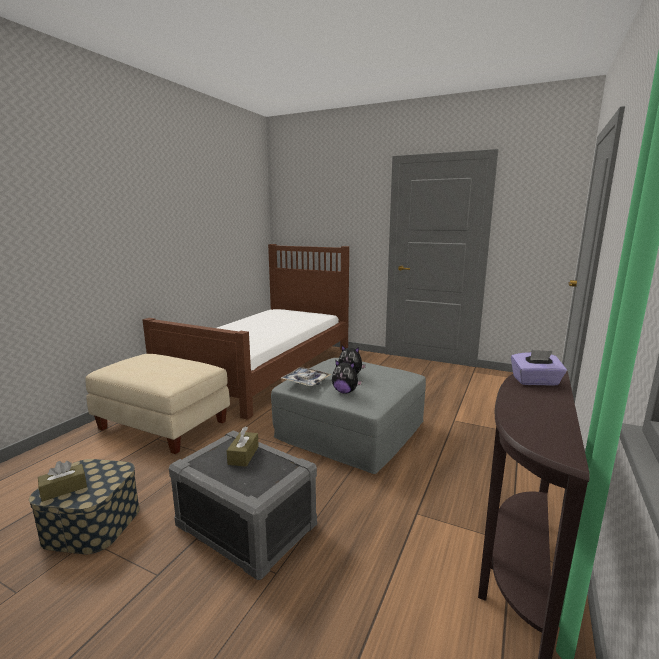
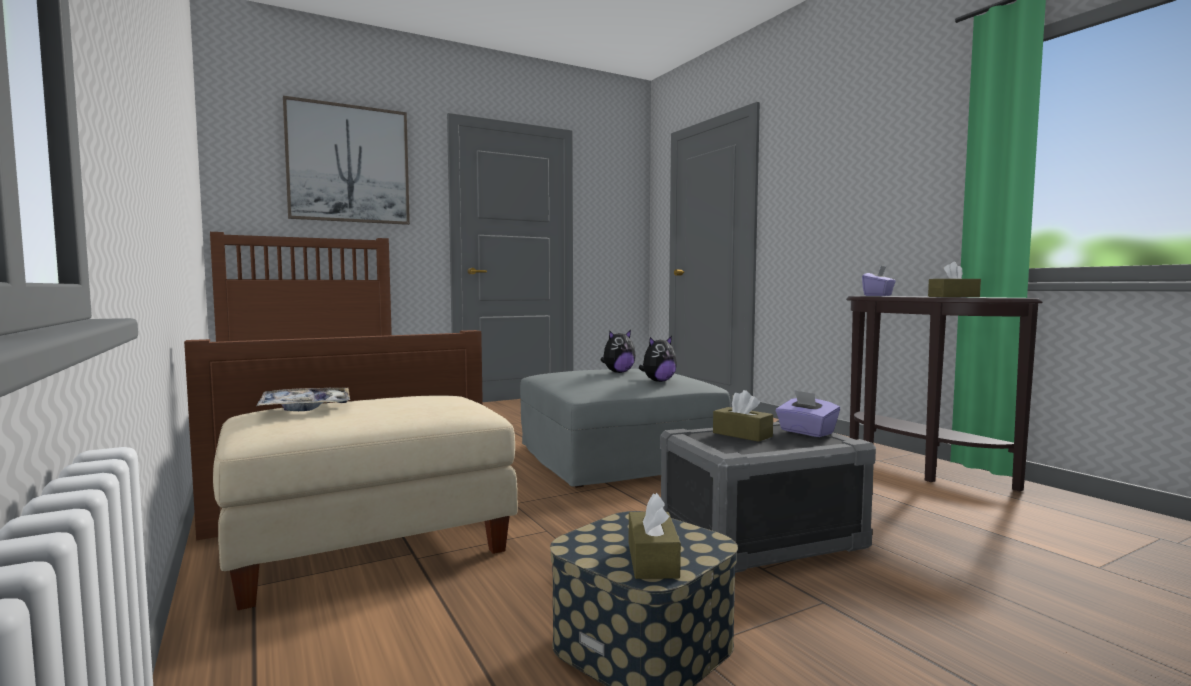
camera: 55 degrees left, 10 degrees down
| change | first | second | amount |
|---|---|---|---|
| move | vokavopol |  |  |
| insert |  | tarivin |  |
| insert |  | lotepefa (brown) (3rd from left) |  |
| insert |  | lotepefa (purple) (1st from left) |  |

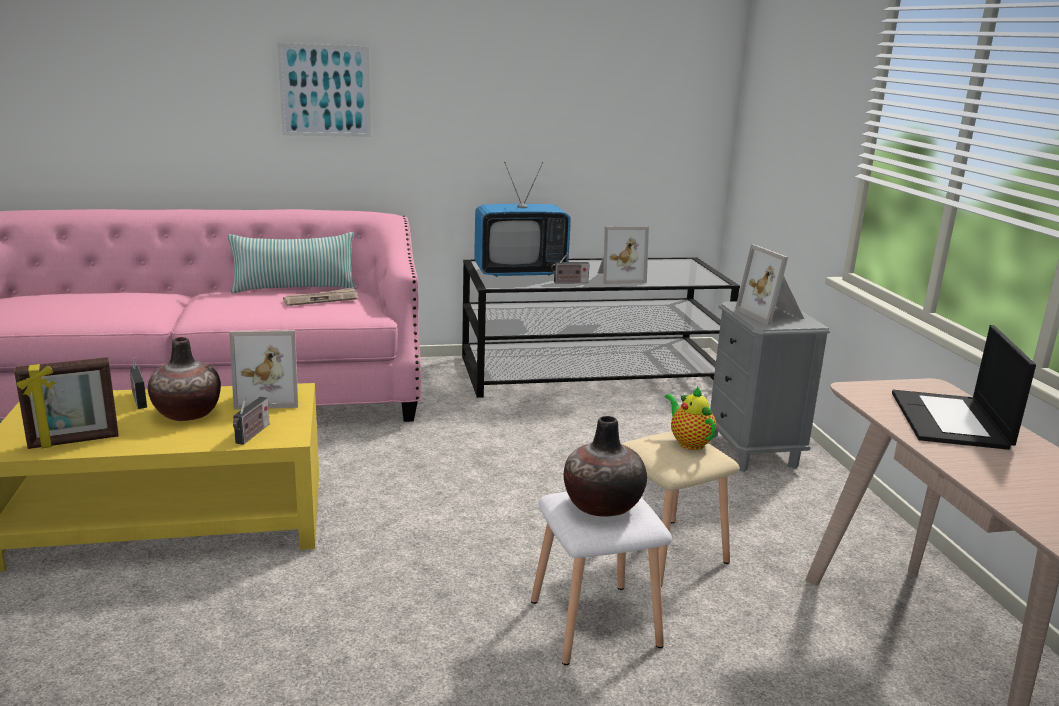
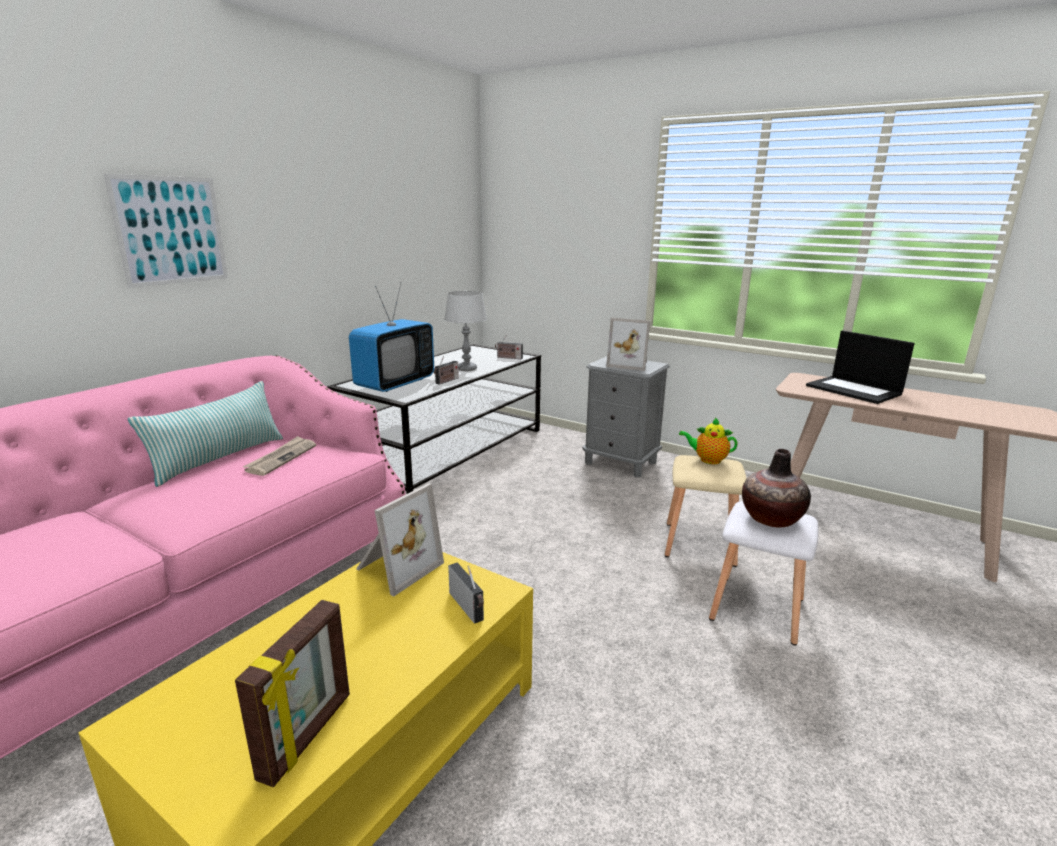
camera: 45 degrees left, 0 degrees up
| change | first | second | amount |
|---|---|---|---|
| replace | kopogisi (3rd from left) | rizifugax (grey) |  |
| delete | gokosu (1st from left) |  |  |
| move | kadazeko (1st from left in the first image) | kadazeko (3rd from left) |  |

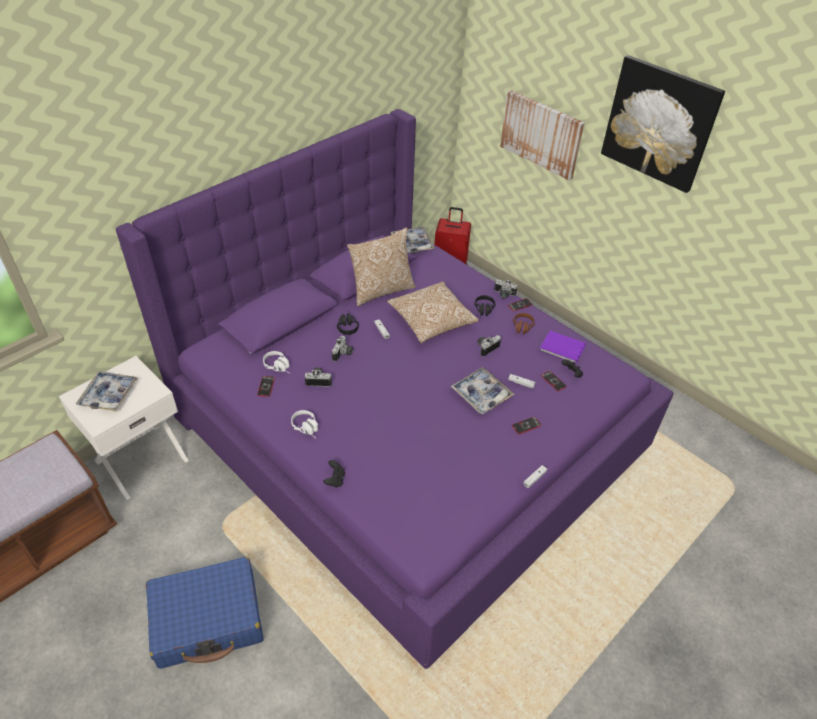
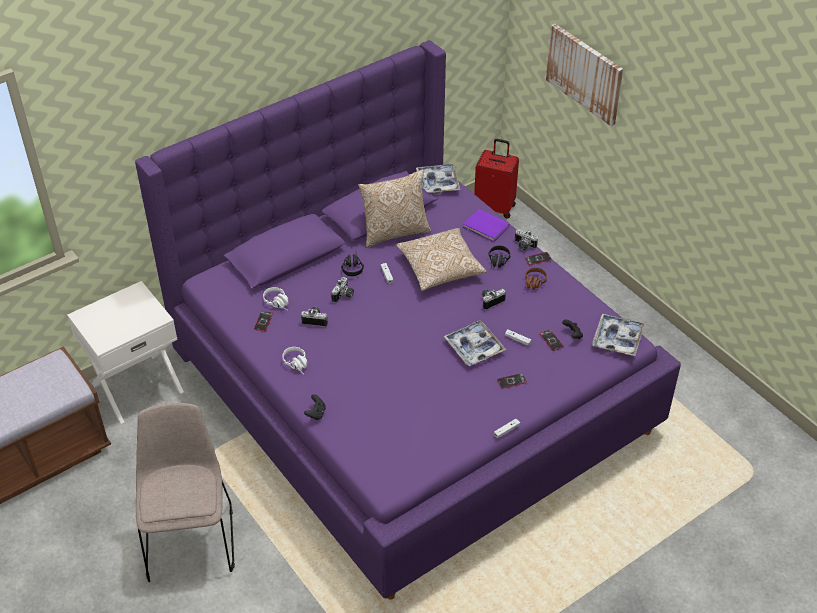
camera: 10 degrees right, 0 degrees up
| change | first | second | amount |
|---|---|---|---|
| delete | tarivin (2nd from left) |  |  |
| move | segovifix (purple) |  |  |
| move | vokavopol (1st from left in the first image) | vokavopol (3rd from left) |  |
| replace | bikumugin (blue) | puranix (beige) |  |

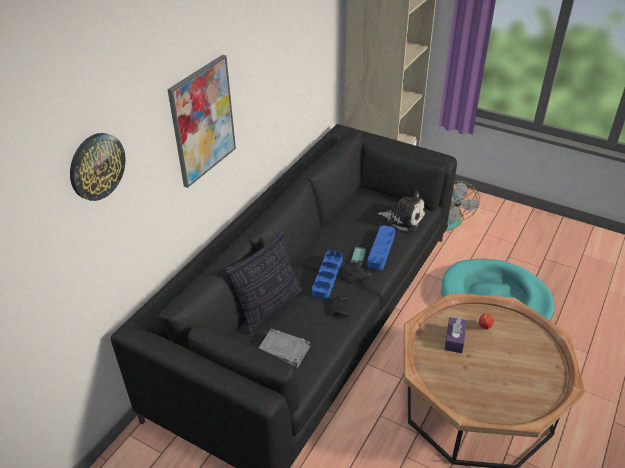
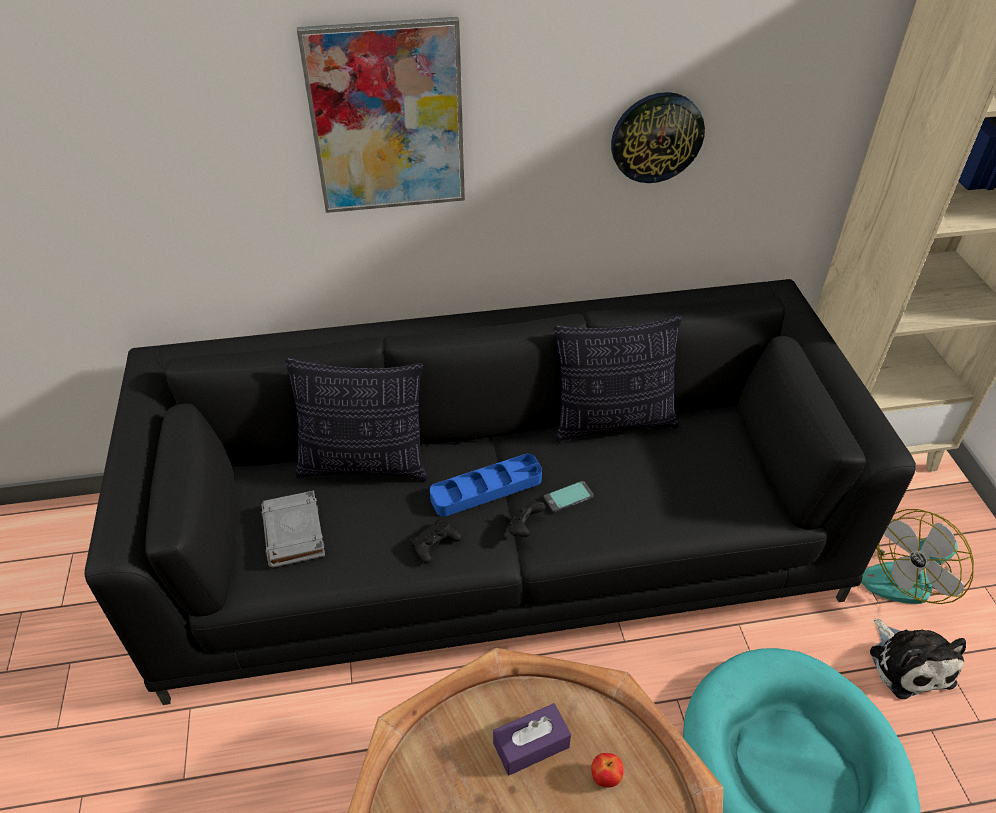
camera: 50 degrees right, 5 degrees up
| change | first | second | amount |
|---|---|---|---|
| move | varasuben |  |  |
| move | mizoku |  |  |
| delete | vokavopol (blue) (2nd from left) |  |  |
| insert |  | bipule (2nd from left) |  |

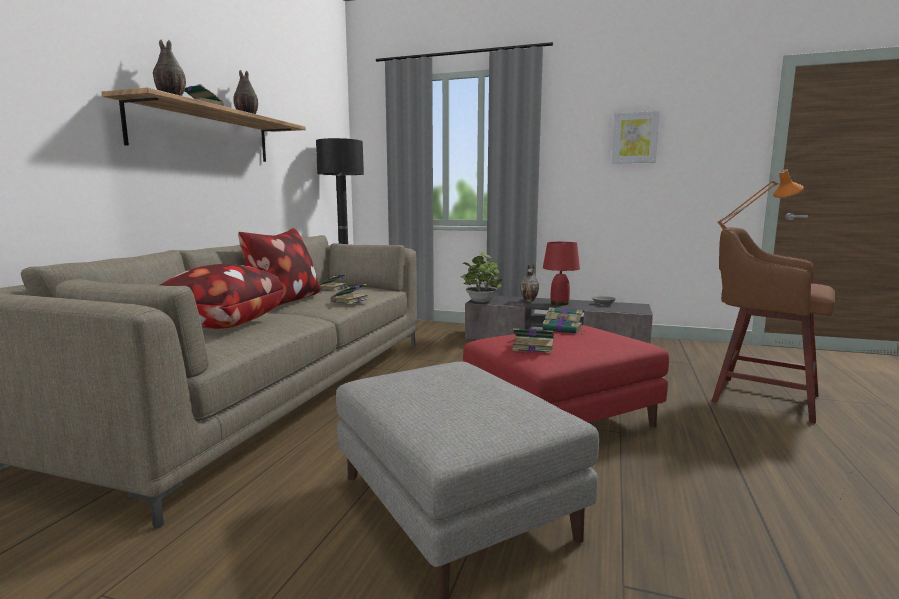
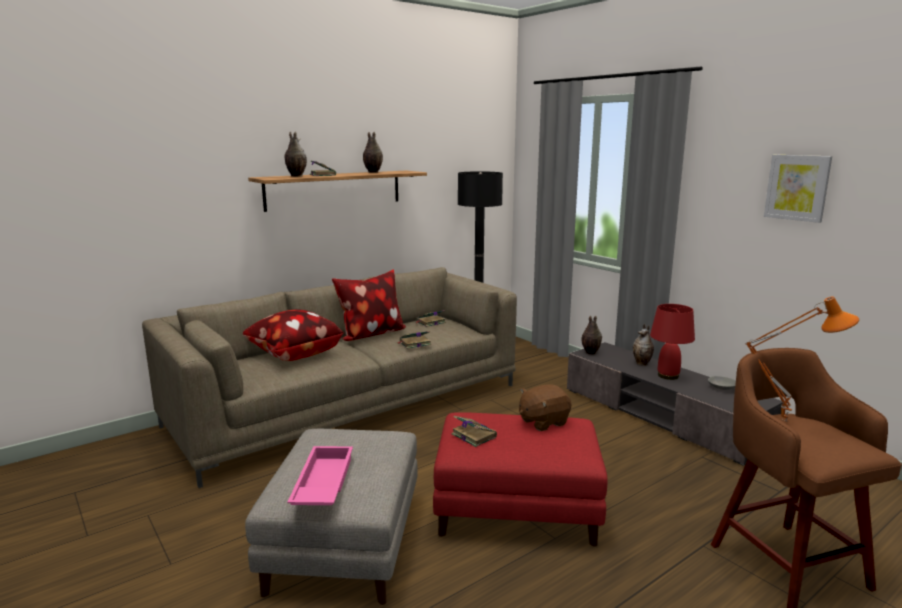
camera: 35 degrees right, 5 degrees up
| change | first | second | amount |
|---|---|---|---|
| replace | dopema | gokosu (3rd from left) |  |
| replace | segovifix (5th from left) | mizoku (brown) |  |
| insert |  | vokavopol (pink) |  |

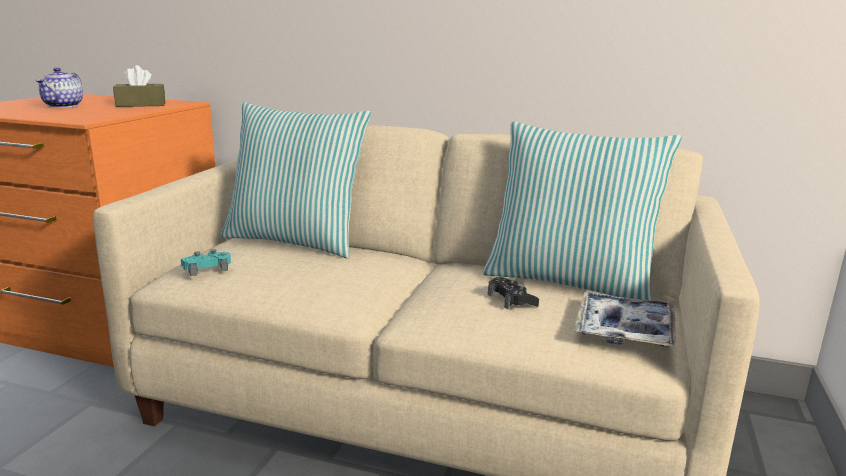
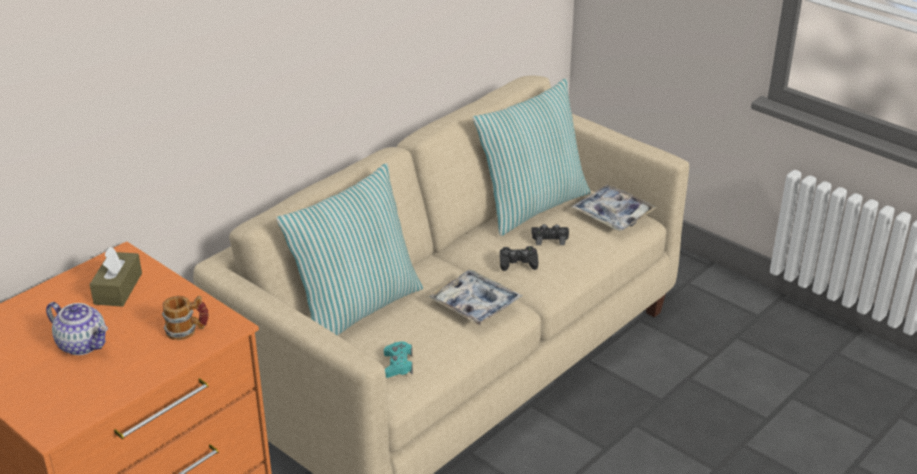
camera: 65 degrees left, 15 degrees up
| change | first | second | amount |
|---|---|---|---|
| insert |  | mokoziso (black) (1st from left) |  |
| insert |  | vokavopol (1st from left) |  |
| insert |  | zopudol |  |

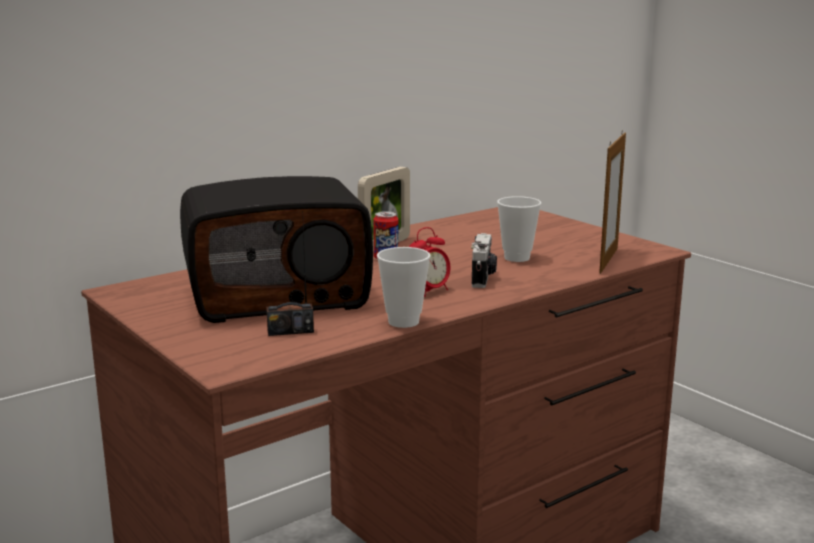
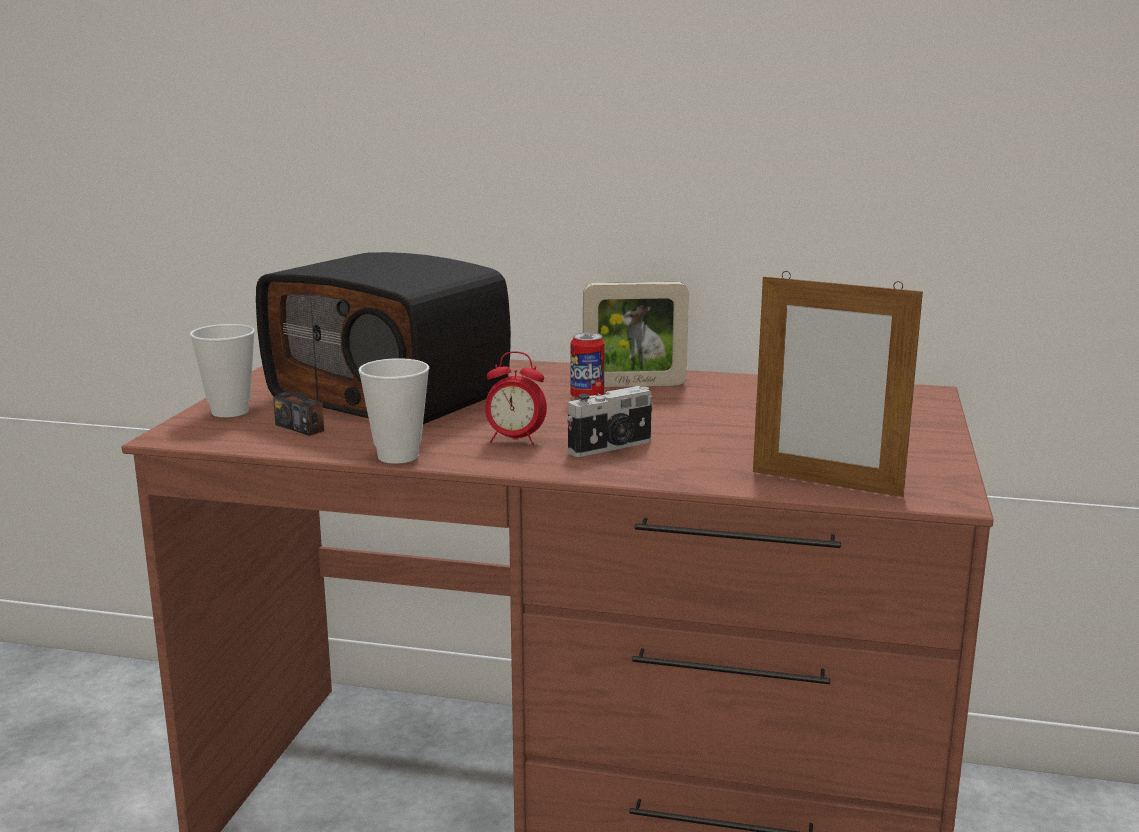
camera: 50 degrees right, 0 degrees up
| change | first | second | amount |
|---|---|---|---|
| rotate | kopogisi (2nd from left) |  | 45 degrees clockwise |
| move | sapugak (2nd from left in the first image) | sapugak (1st from left) |  |

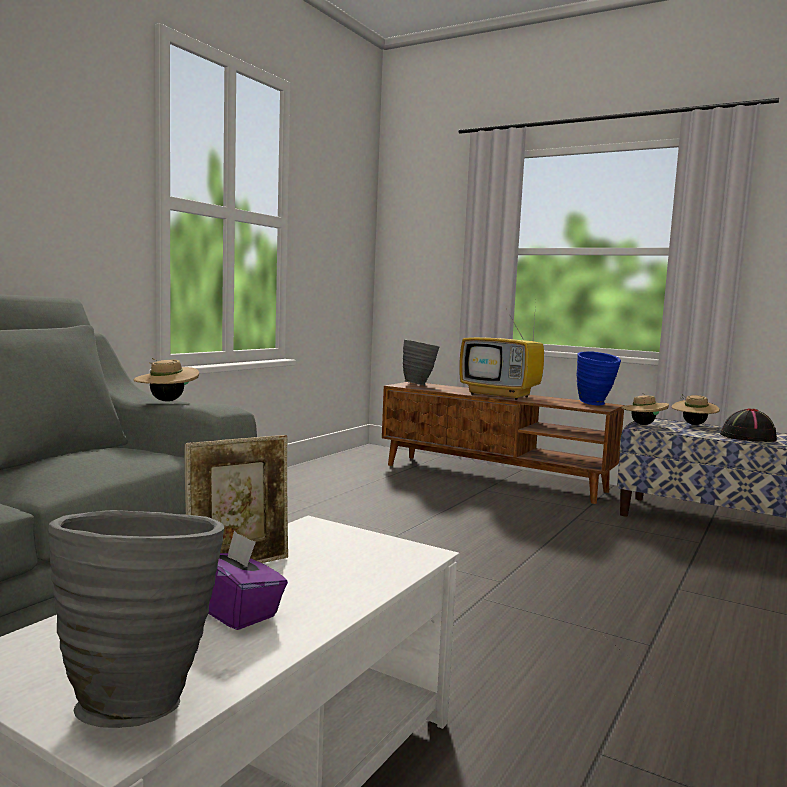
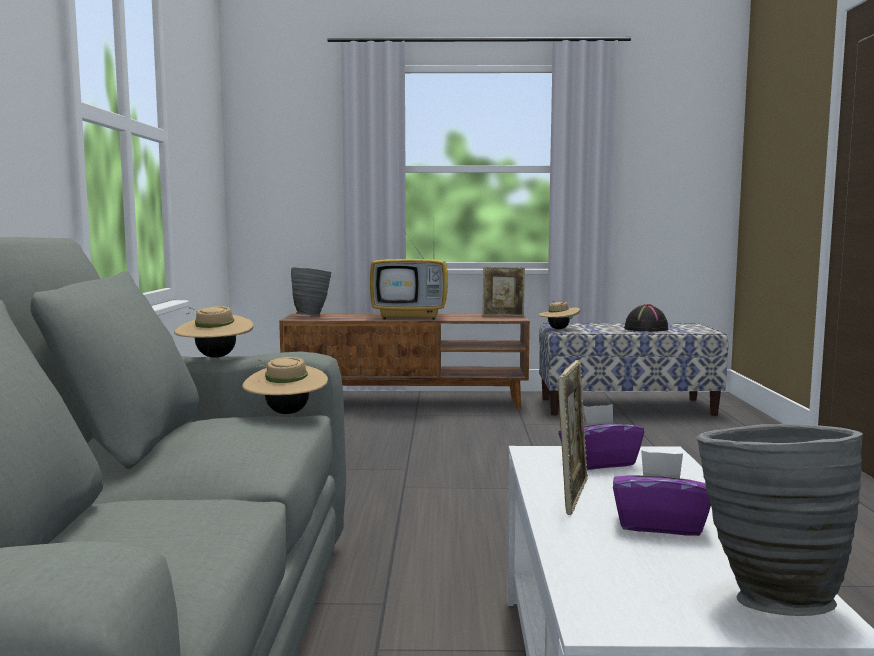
camera: 30 degrees left, 0 degrees up
| change | first | second | amount |
|---|---|---|---|
| replace | gokosu (blue) | kopogisi (1st from left) |  |
| move | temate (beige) (3rd from left in the first image) | temate (beige) (2nd from left) |  |
| insert |  | lotepefa (purple) (1st from left) |  |

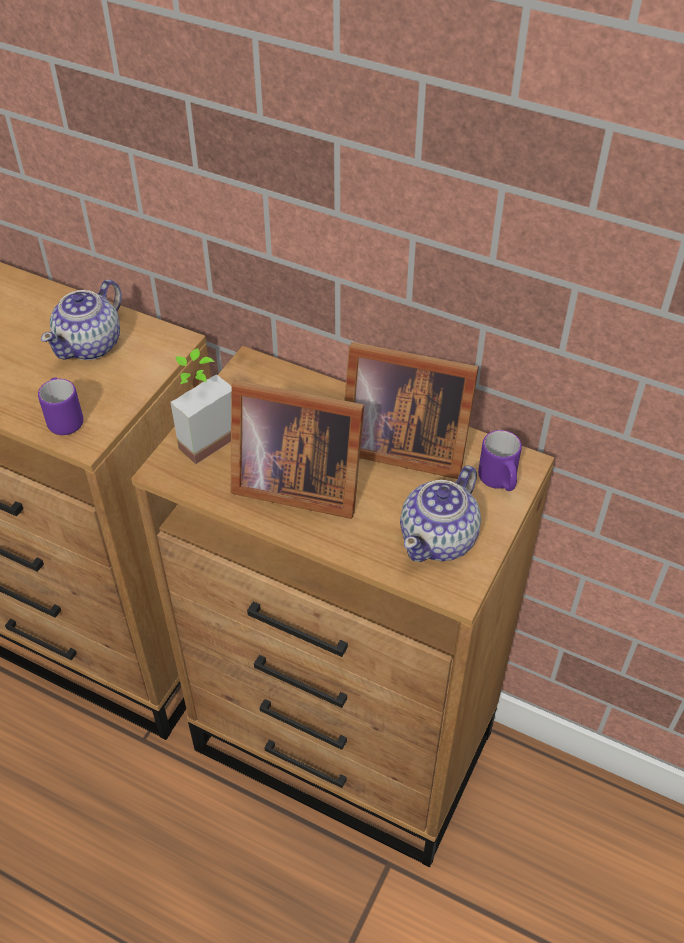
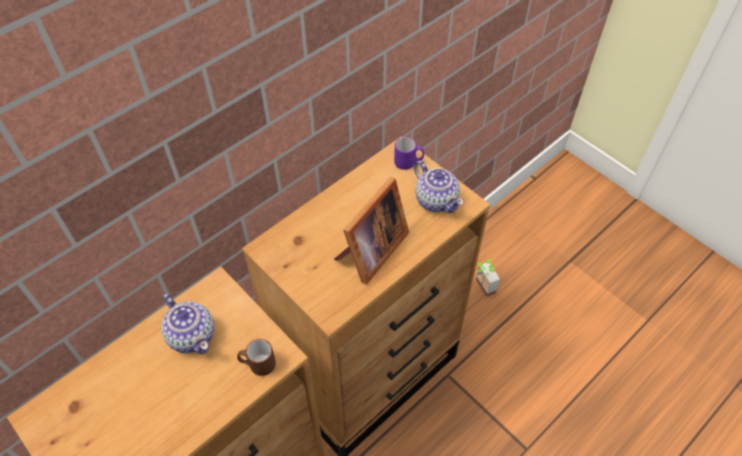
camera: 70 degrees left, 5 degrees up
| change | first | second | amount |
|---|---|---|---|
| delete | kopogisi (2nd from left) |  |  |
| move | dopema |  |  |
| recolor | zopudol (purple) (1st from left) | zopudol (brown) |  |

